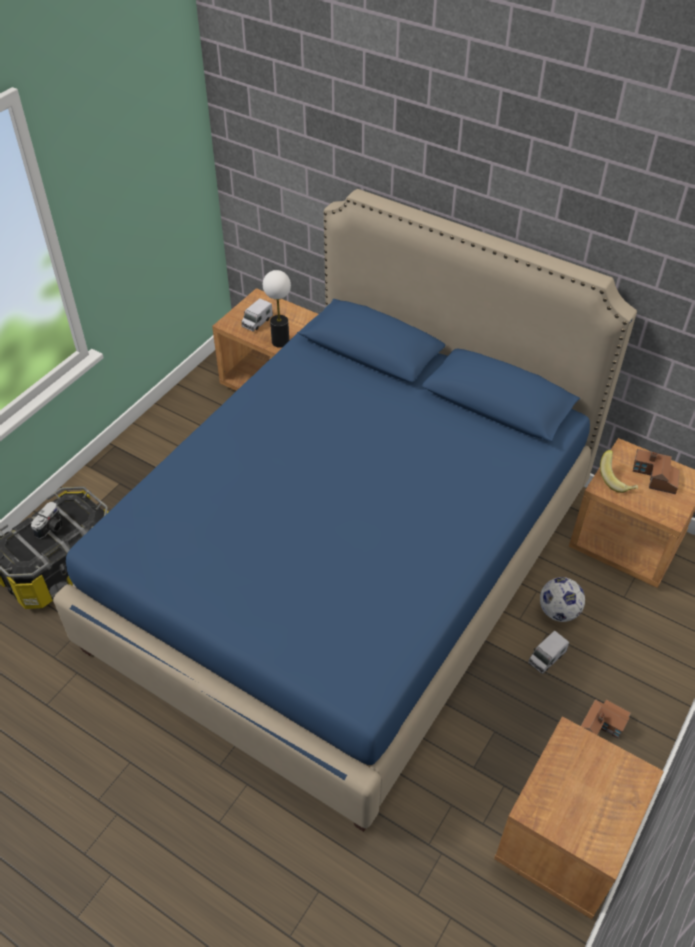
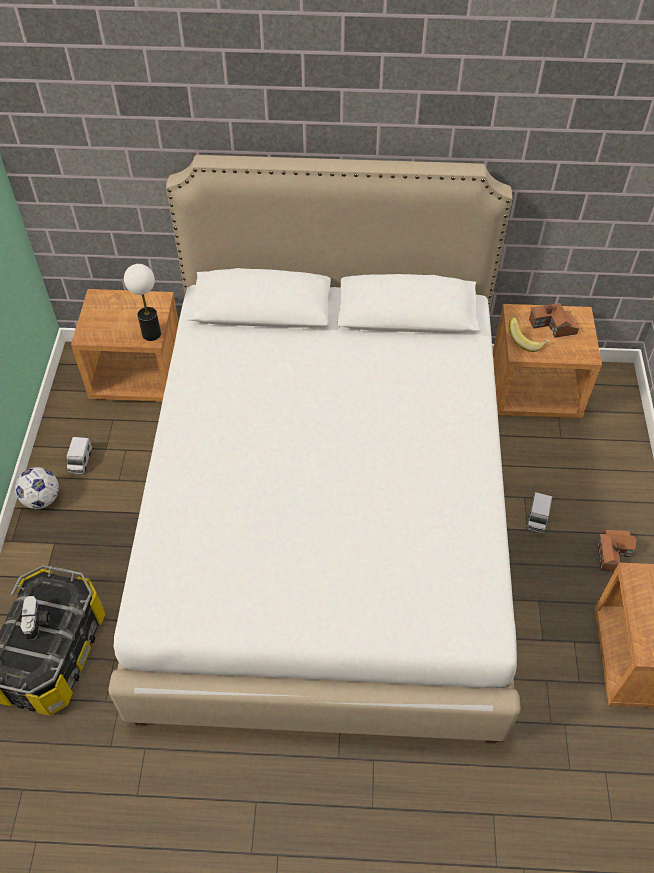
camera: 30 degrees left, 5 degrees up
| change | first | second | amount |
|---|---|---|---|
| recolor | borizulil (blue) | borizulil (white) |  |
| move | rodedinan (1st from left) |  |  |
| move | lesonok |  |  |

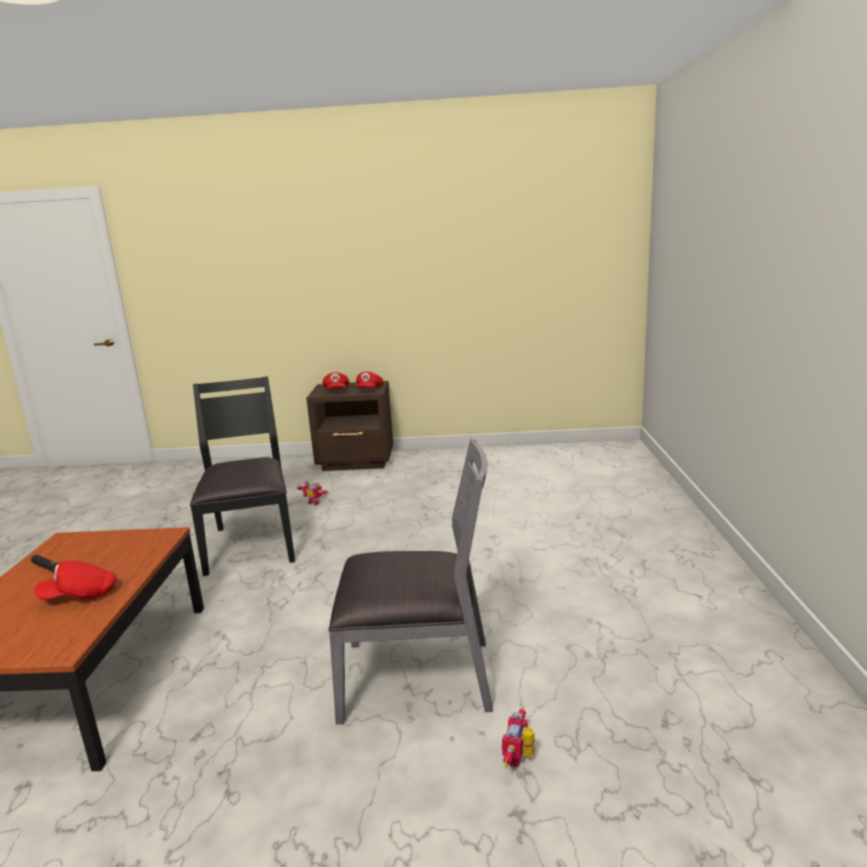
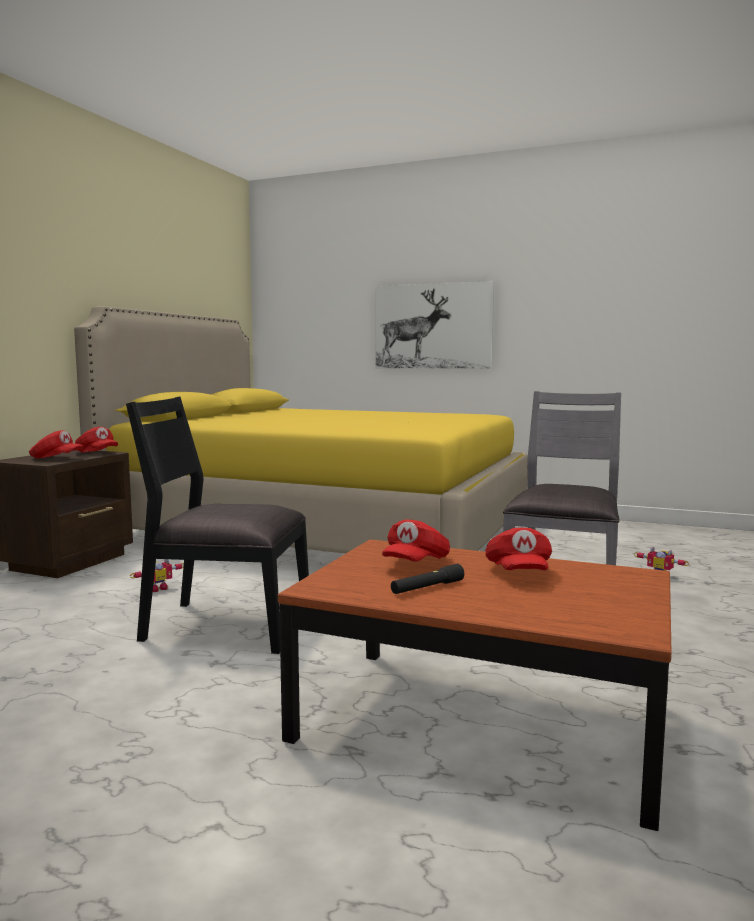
camera: 70 degrees left, 10 degrees down
| change | first | second | amount |
|---|---|---|---|
| insert |  | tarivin |  |
| insert |  | borizulil (yellow) |  |
| insert |  | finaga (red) (3rd from left) |  |

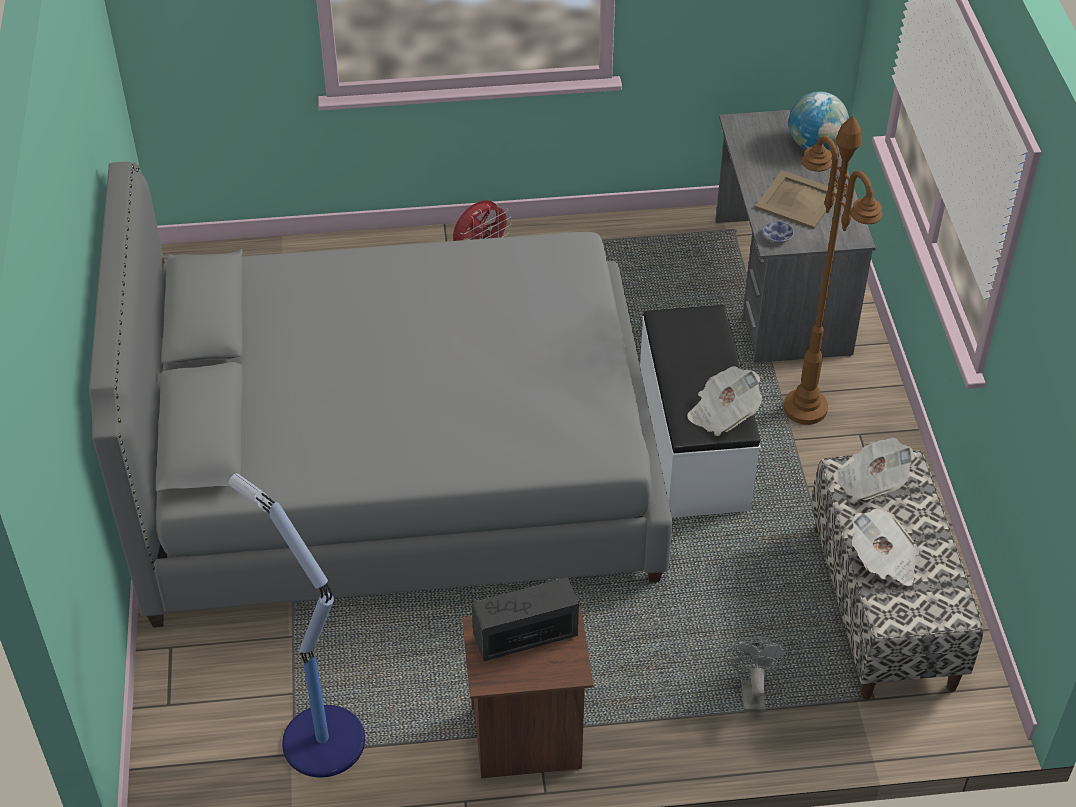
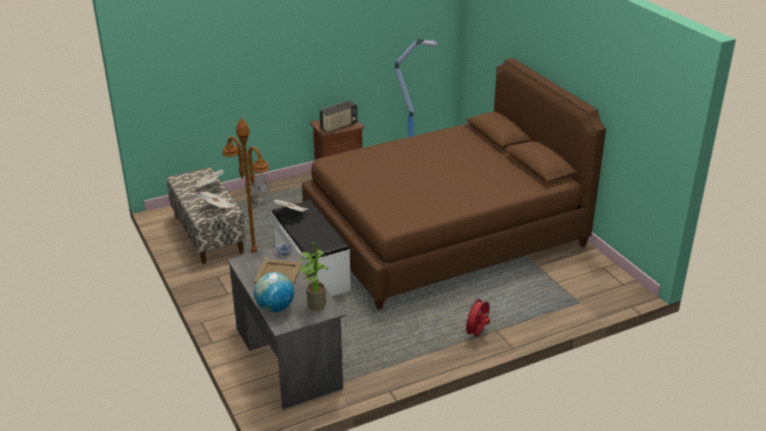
camera: 160 degrees right, 15 degrees down
| change | first | second | amount |
|---|---|---|---|
| recolor | borizulil (grey) | borizulil (brown) |  |
| insert |  | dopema |  |

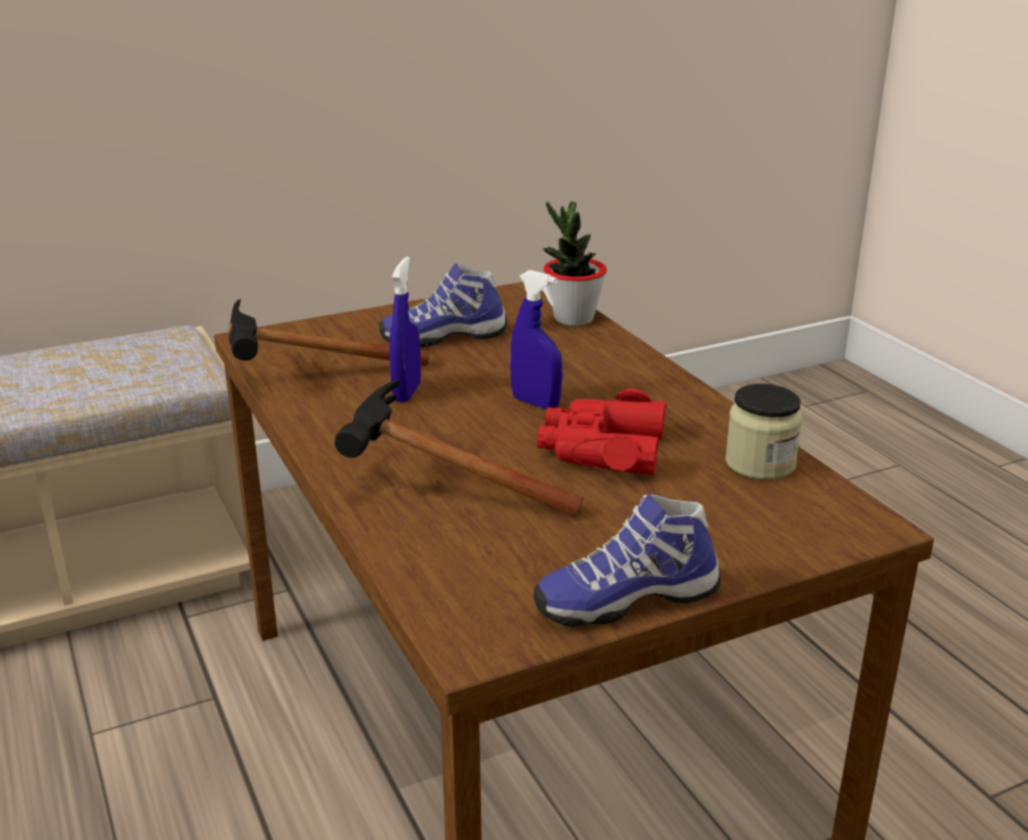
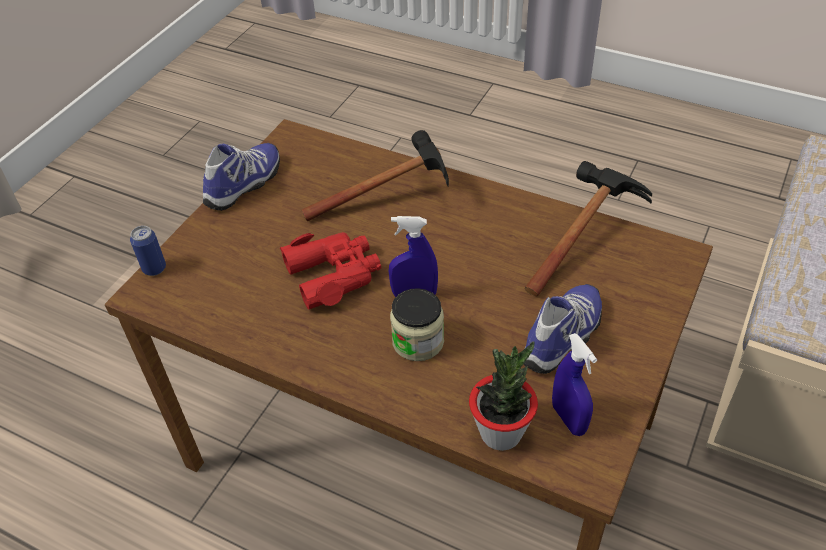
camera: 145 degrees right, 20 degrees up
| change | first | second | amount |
|---|---|---|---|
| move | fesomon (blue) (1st from left in the first image) | fesomon (blue) (2nd from left) |  |
| move | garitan |  |  |
| insert |  | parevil |  |

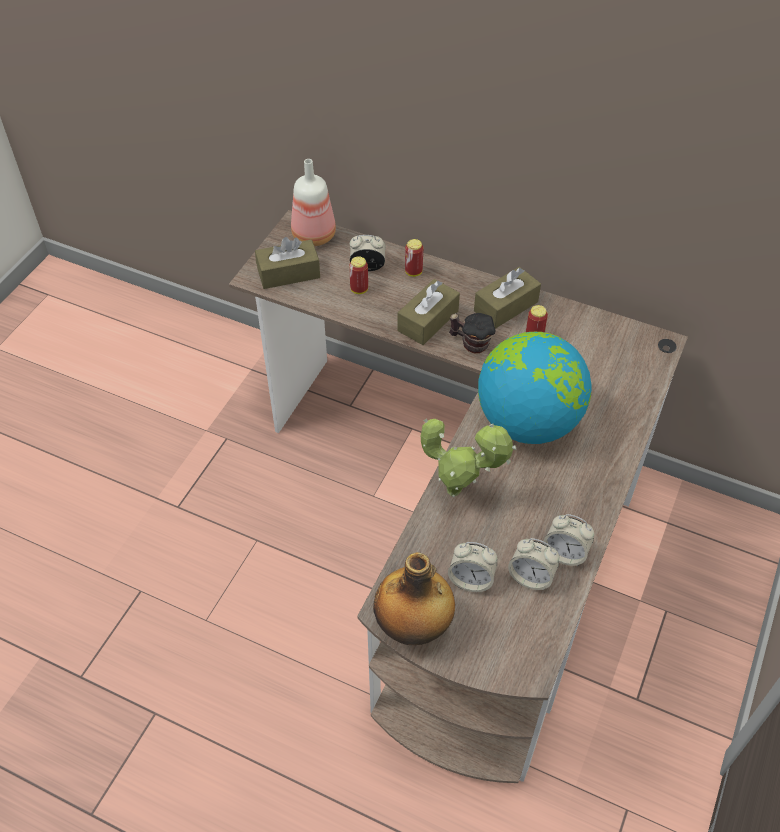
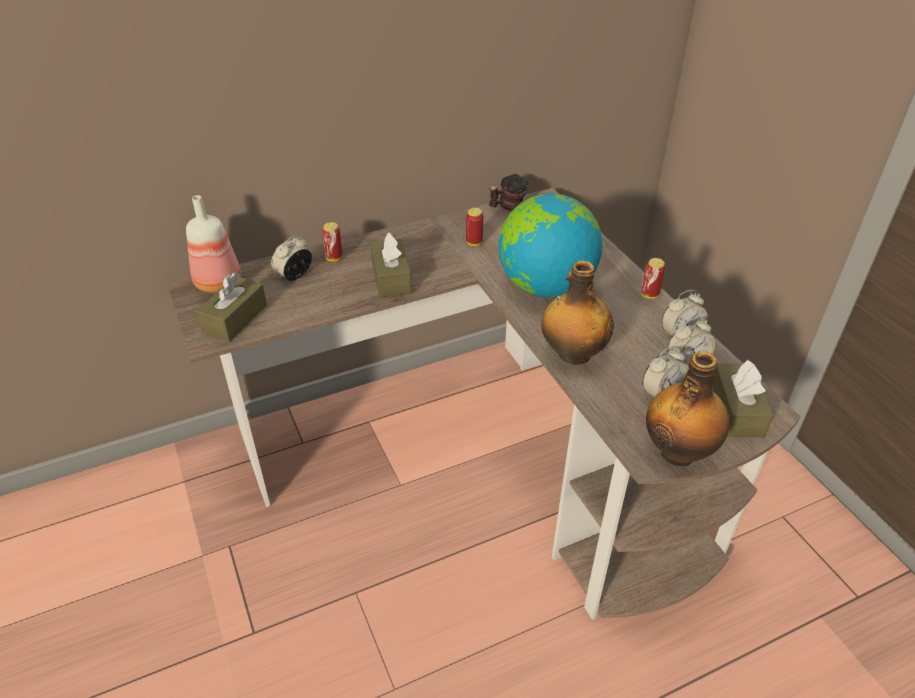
camera: 50 degrees left, 10 degrees down
| change | first | second | amount |
|---|---|---|---|
| move | parevil (1st from left in the first image) | parevil (3rd from left) |  |
| move | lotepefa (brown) (3rd from left) |  |  |
| move | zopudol |  |  |
| replace | dopema | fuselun (2nd from left) |  |

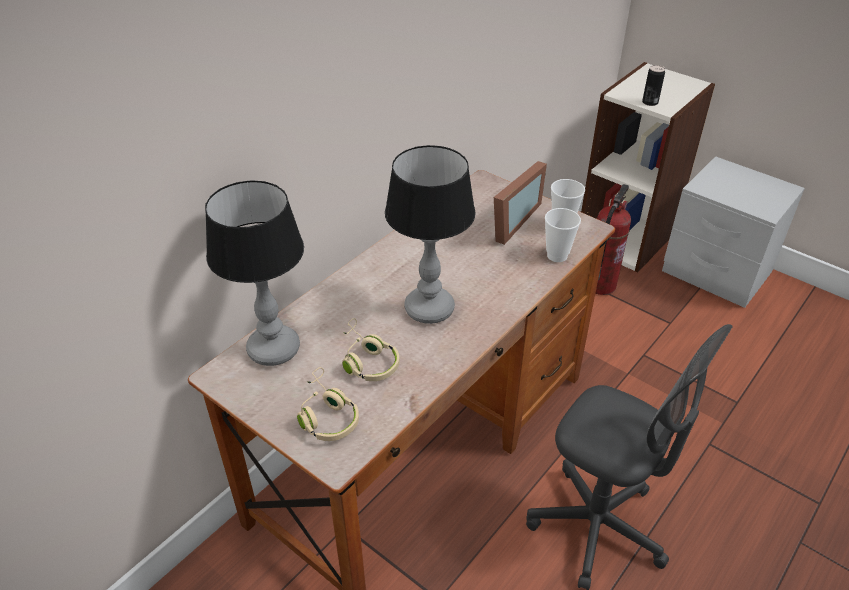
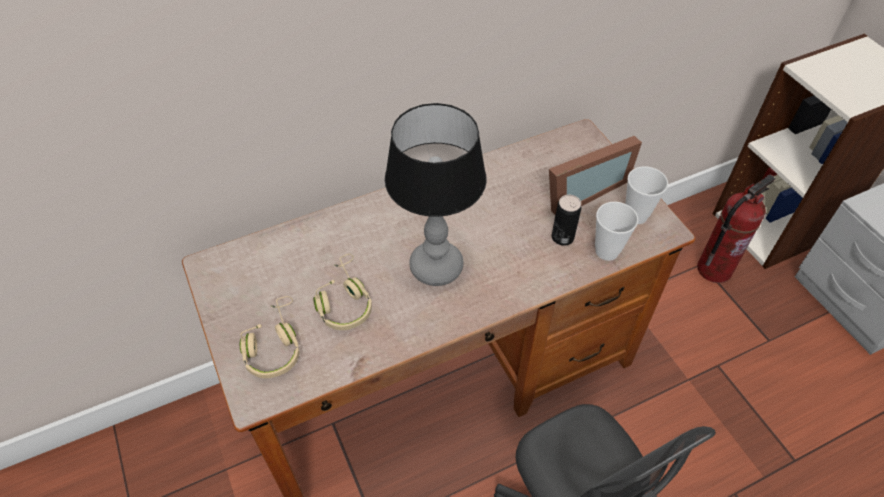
camera: 25 degrees right, 10 degrees up
| change | first | second | amount |
|---|---|---|---|
| move | parevil |  |  |
| delete | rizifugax (1st from left) |  |  |

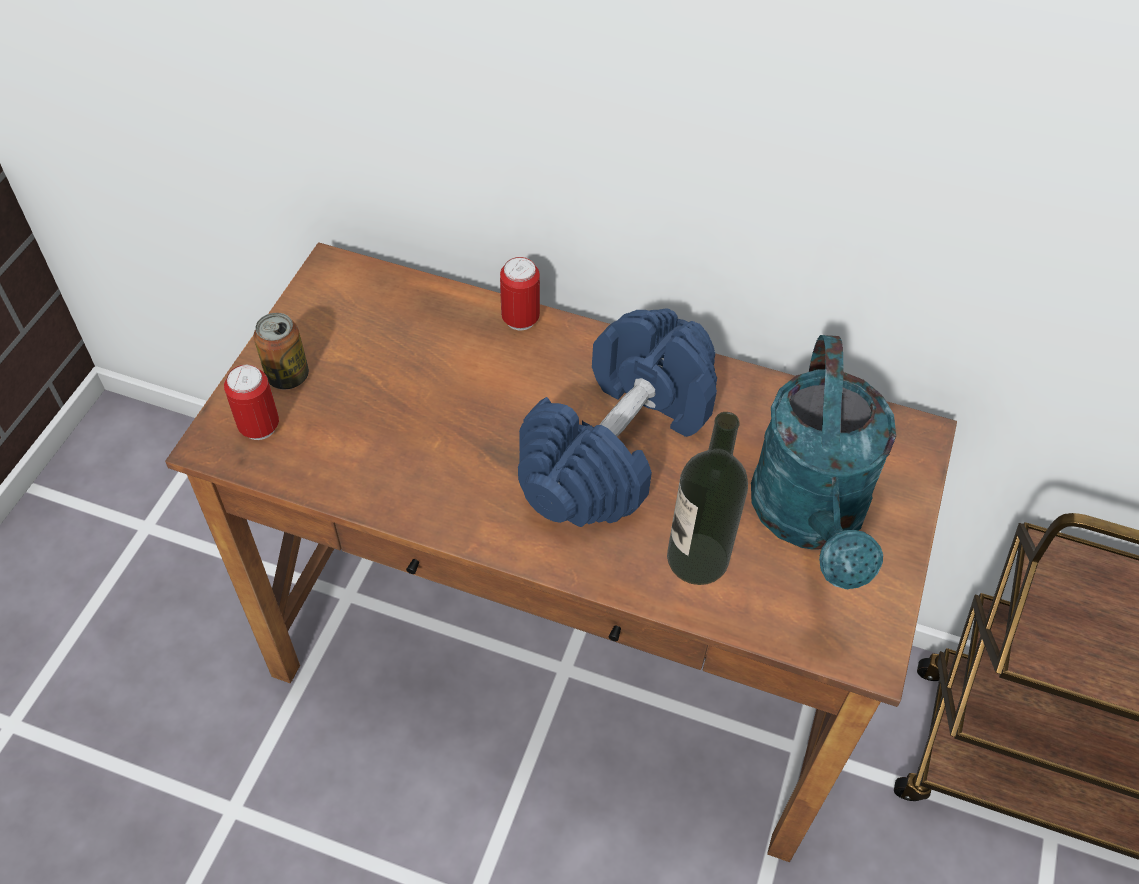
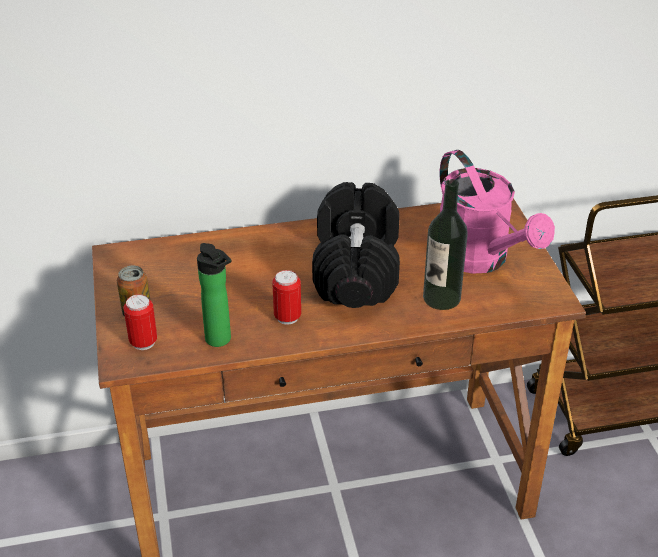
camera: 30 degrees left, 15 degrees down
| change | first | second | amount |
|---|---|---|---|
| move | parevil (3rd from left) |  |  |
| recolor | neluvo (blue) | neluvo (black) |  |
| recolor | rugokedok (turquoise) | rugokedok (pink) |  |
| insert |  | fuselun (1st from left) |  |

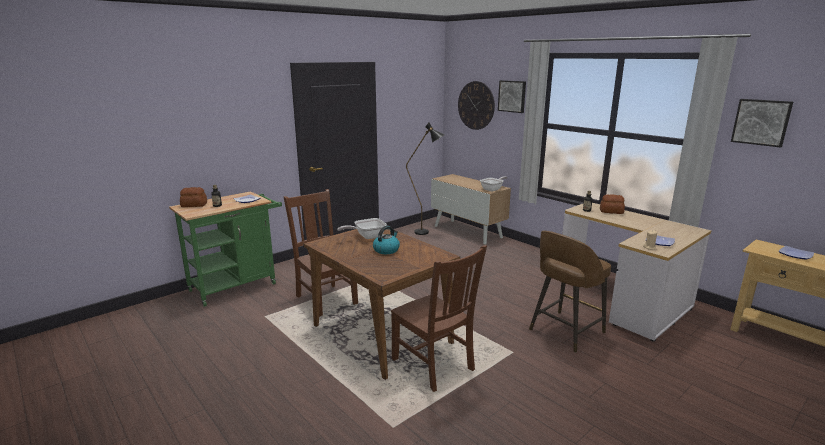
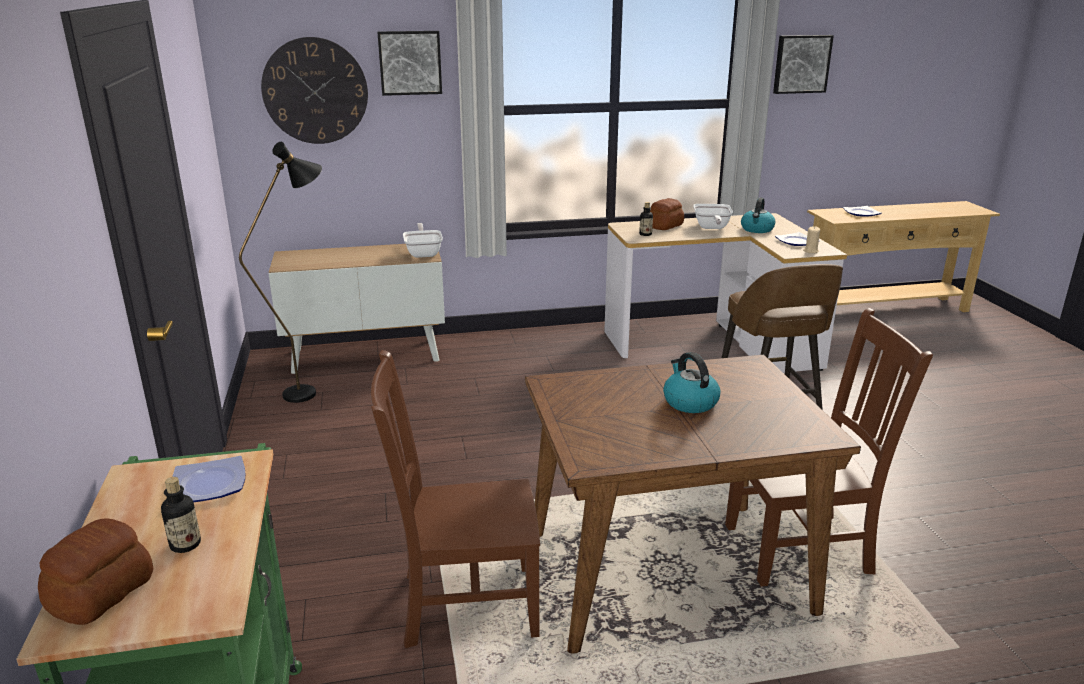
camera: 60 degrees left, 5 degrees up
| change | first | second | amount |
|---|---|---|---|
| move | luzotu (1st from left in the first image) | luzotu (2nd from left) |  |
| insert |  | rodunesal (2nd from left) |  |

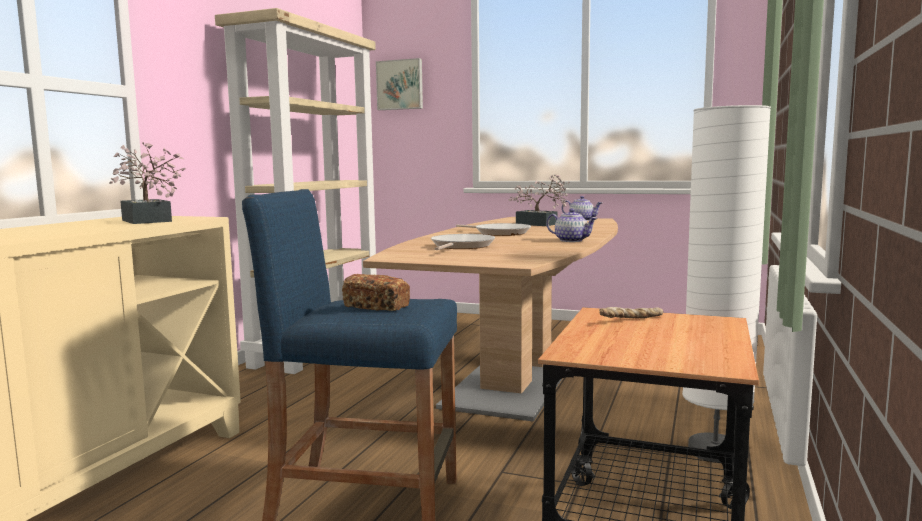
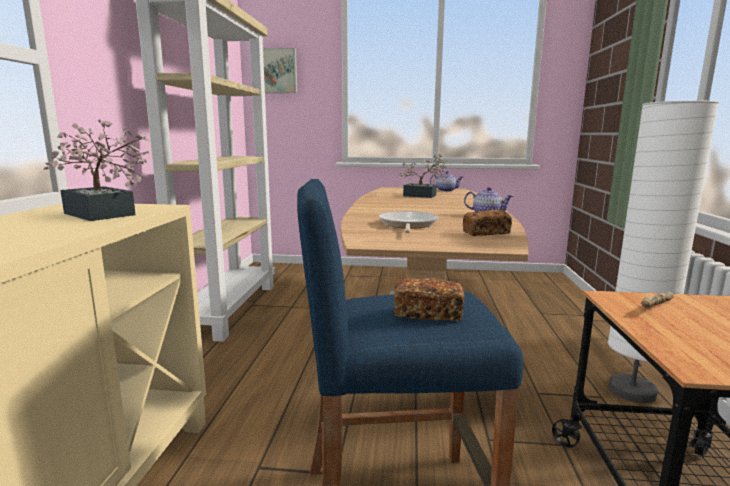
camera: 15 degrees left, 5 degrees up
| change | first | second | amount |
|---|---|---|---|
| delete | luzotu (2nd from left) |  |  |
| insert |  | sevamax (2nd from left) |  |

